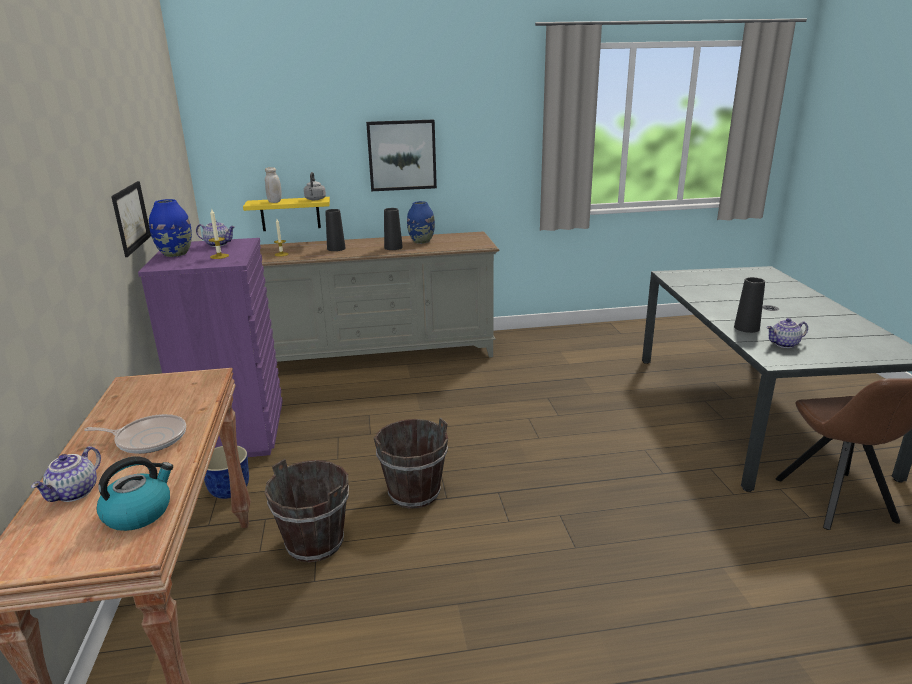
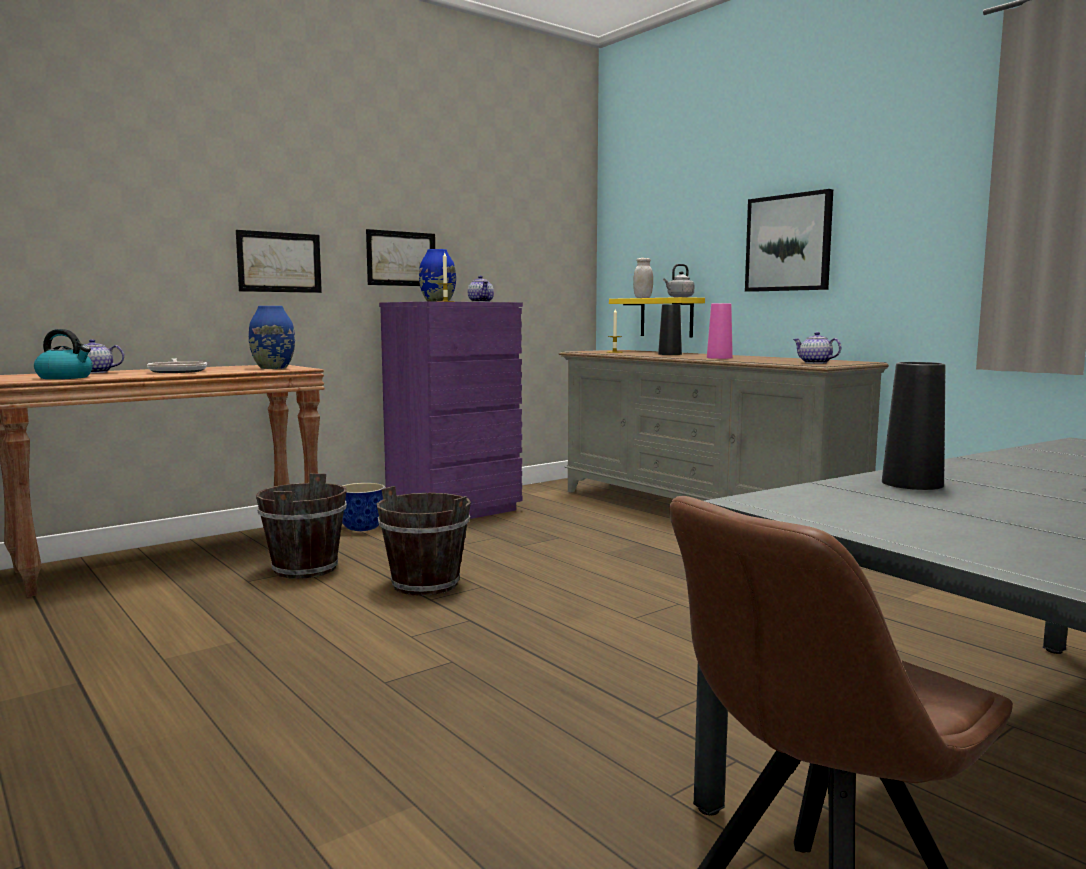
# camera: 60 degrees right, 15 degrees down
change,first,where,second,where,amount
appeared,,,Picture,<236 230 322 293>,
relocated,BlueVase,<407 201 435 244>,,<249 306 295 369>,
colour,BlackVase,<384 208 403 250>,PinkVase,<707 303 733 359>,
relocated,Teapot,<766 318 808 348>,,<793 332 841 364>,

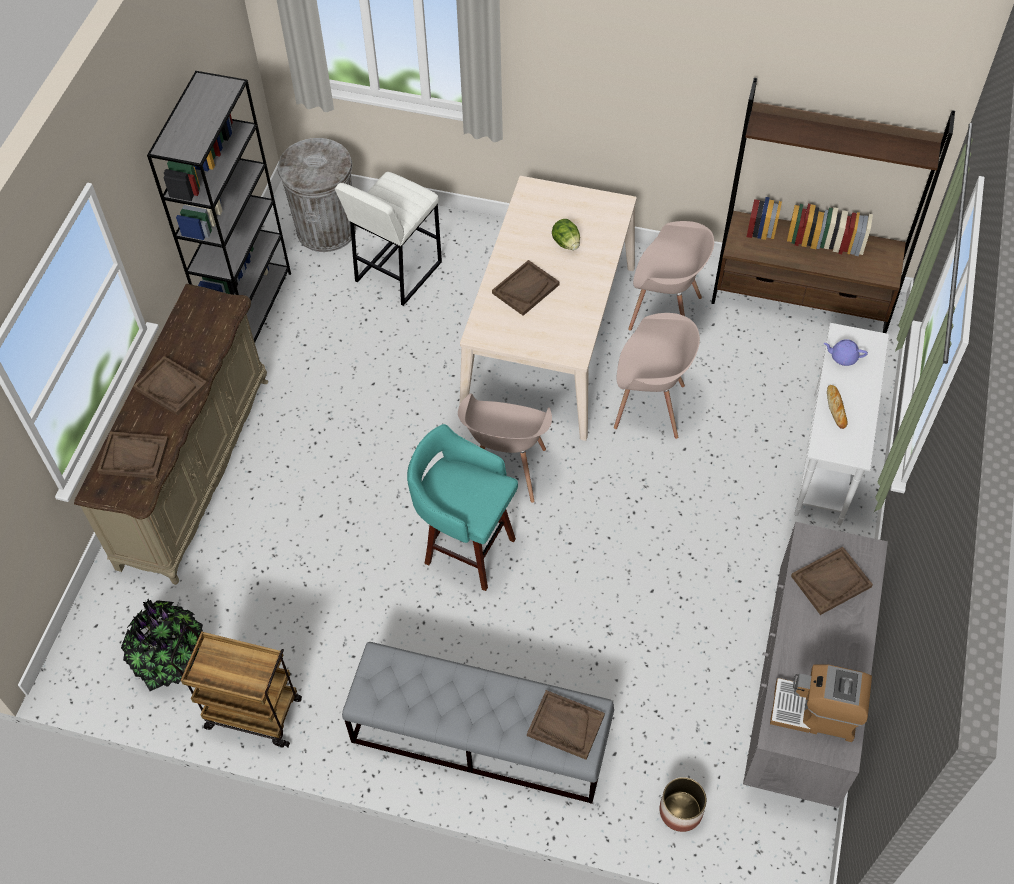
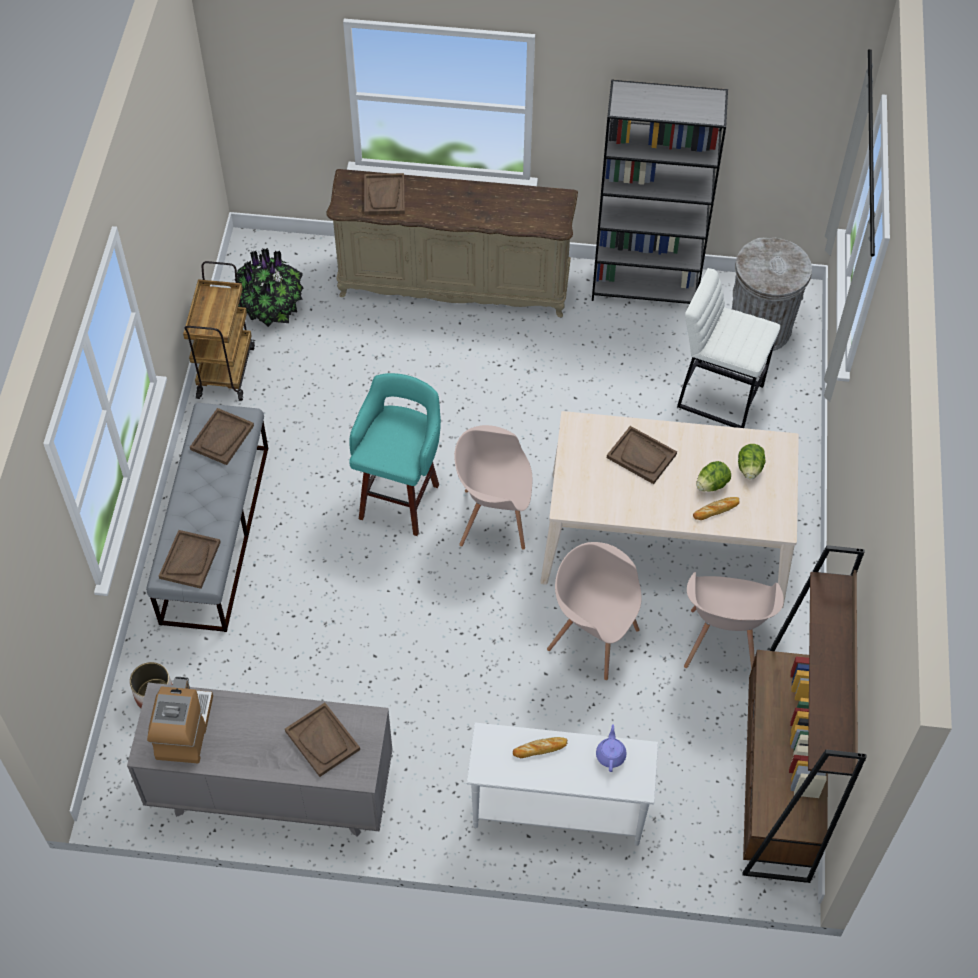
# camera: 80 degrees right, 0 degrees up
change,first,where,second,where,amount
relocated,BrownTray,<133 356 208 416>,,<190 408 254 465>,
spun,BeigeChair,<614 313 700 439>,,<547 542 642 680>,120 degrees clockwise
appeared,,,Bread,<693 497 740 520>,
appeared,,,Lettuce,<738 444 766 479>,

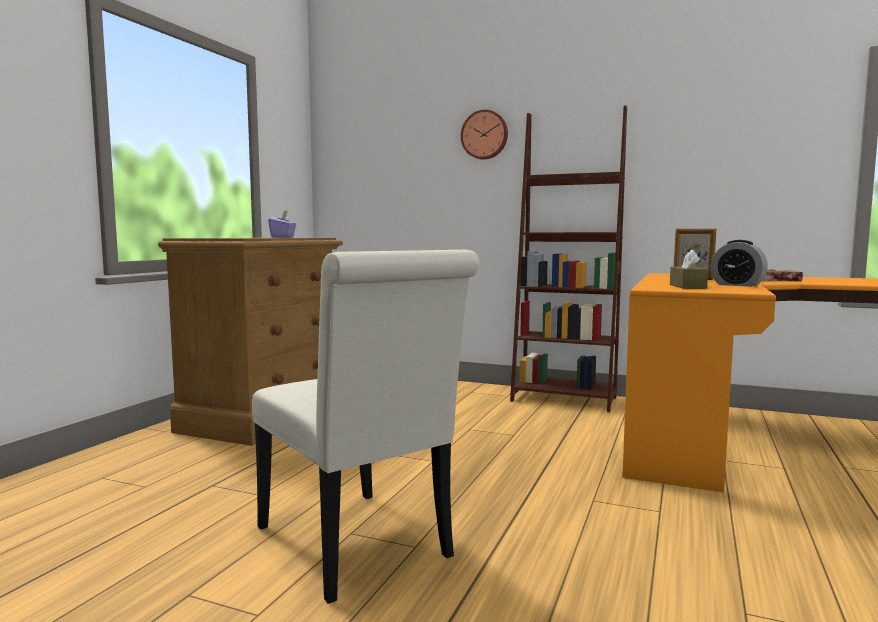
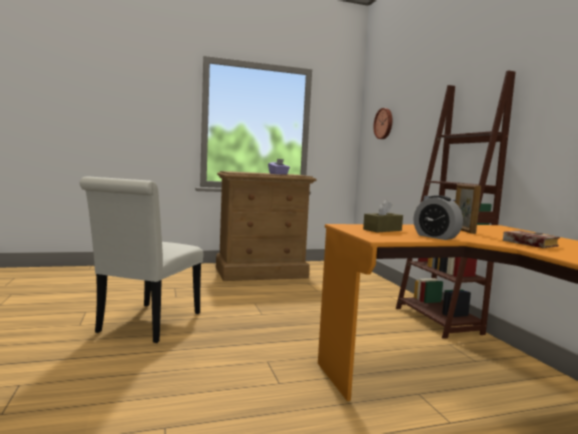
# camera: 50 degrees right, 0 degrees up
change,first,where,second,where,amount
relocated,WallClock,<461 109 508 160>,,<373 108 392 139>,
spun,AlarmClock,<711 240 768 287>,,<414 195 463 240>,45 degrees counterclockwise

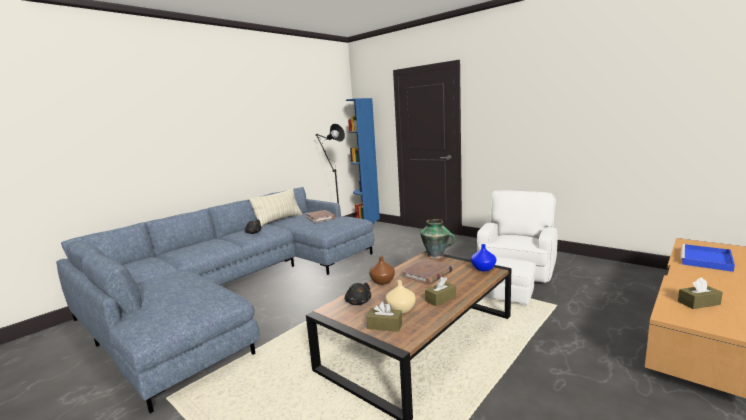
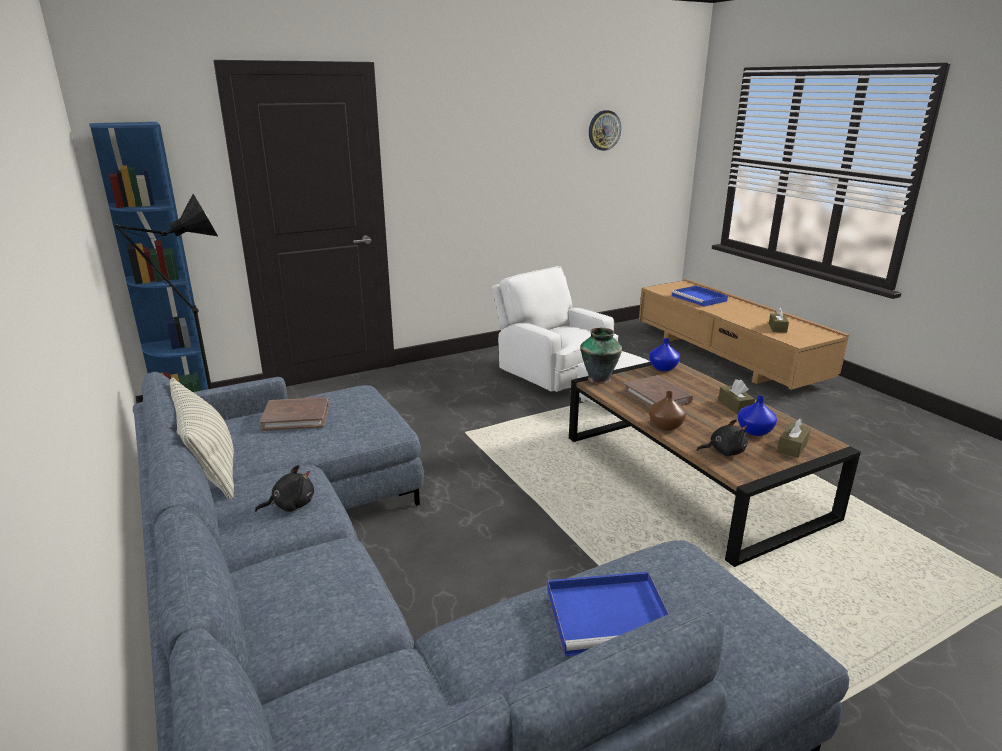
# camera: 70 degrees left, 10 degrees up
change,first,where,second,where,amount
appeared,,,BlueTray,<547 572 669 657>,
appeared,,,WallClock,<589 110 621 151>,
colour,BeigeVase,<385 280 416 314>,BlueVase,<738 396 777 436>,

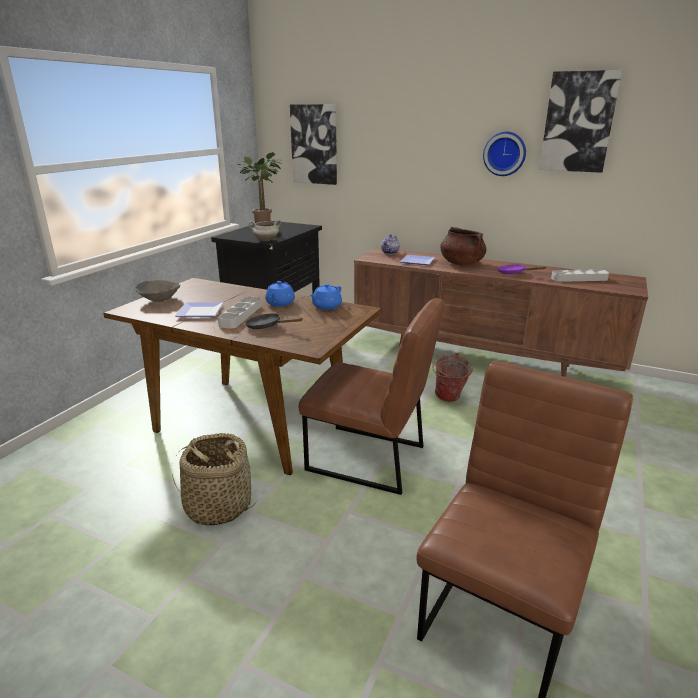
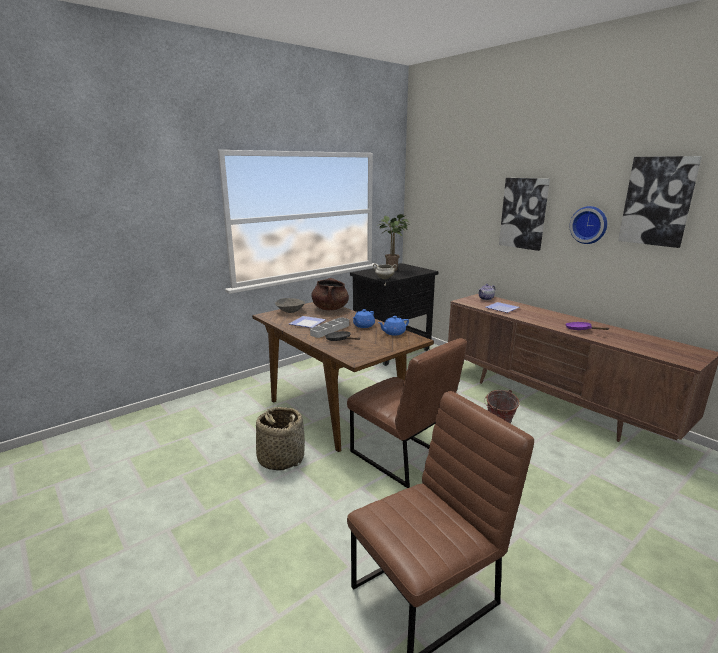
# camera: 25 degrees right, 5 degrees down
change,first,where,second,where,amount
relocated,BrownCookingPot,<440 227 486 265>,,<311 278 349 310>,
relocated,Picture,<290 104 337 185>,,<499 178 550 251>,
missing,GreyTray,<551 269 609 282>,,,

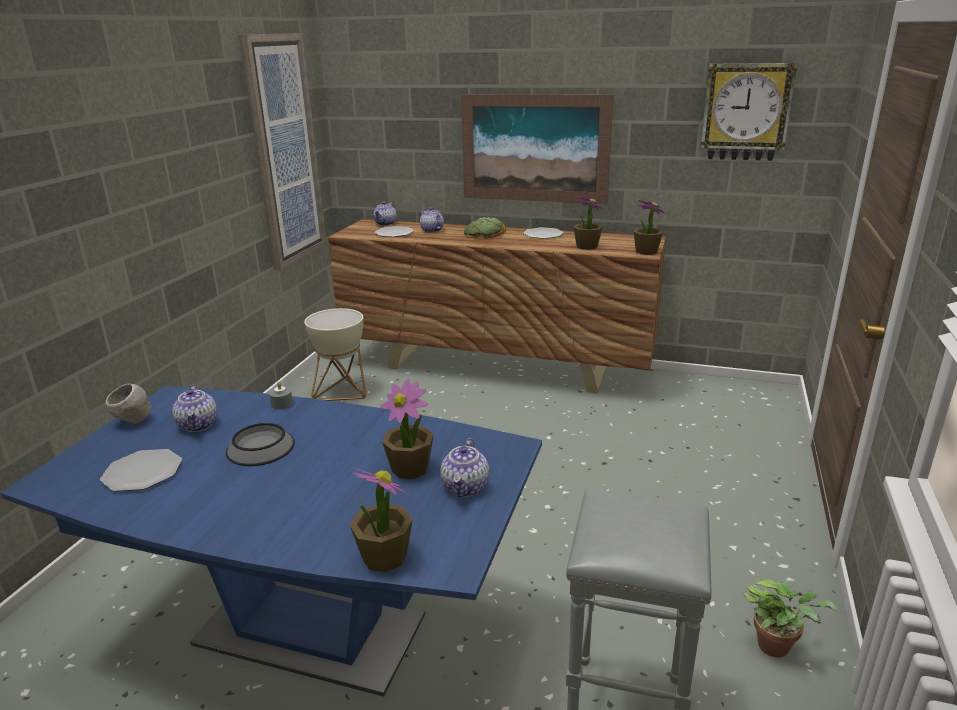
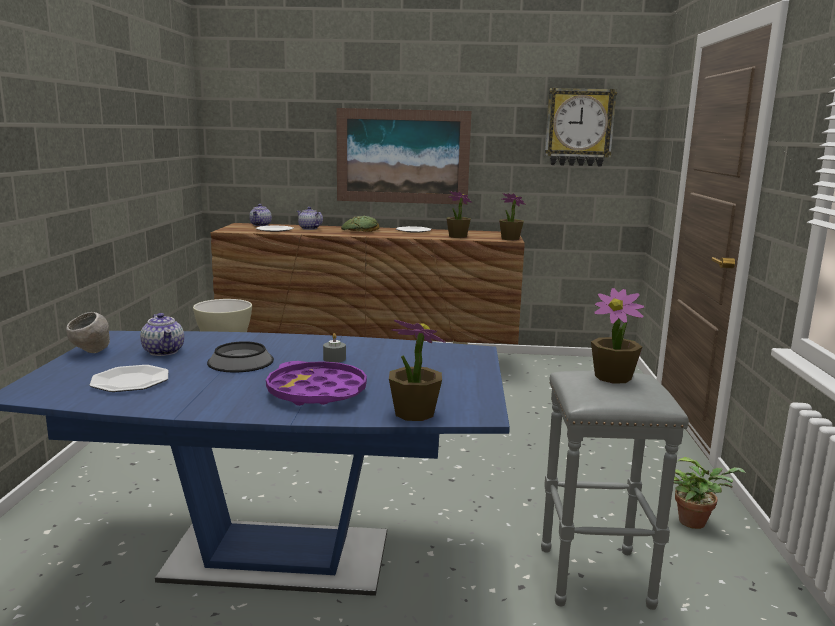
# camera: 15 degrees left, 10 degrees down
change,first,where,second,where,amount
appeared,,,PurpleTray,<266 361 367 406>,
relocated,GreyCandle,<269 381 293 410>,,<323 333 346 363>,
relocated,PottedPlant,<380 379 434 479>,,<591 288 644 383>,
missing,Picture,<239 33 327 270>,,,
missing,Teapot,<440 438 489 497>,,,

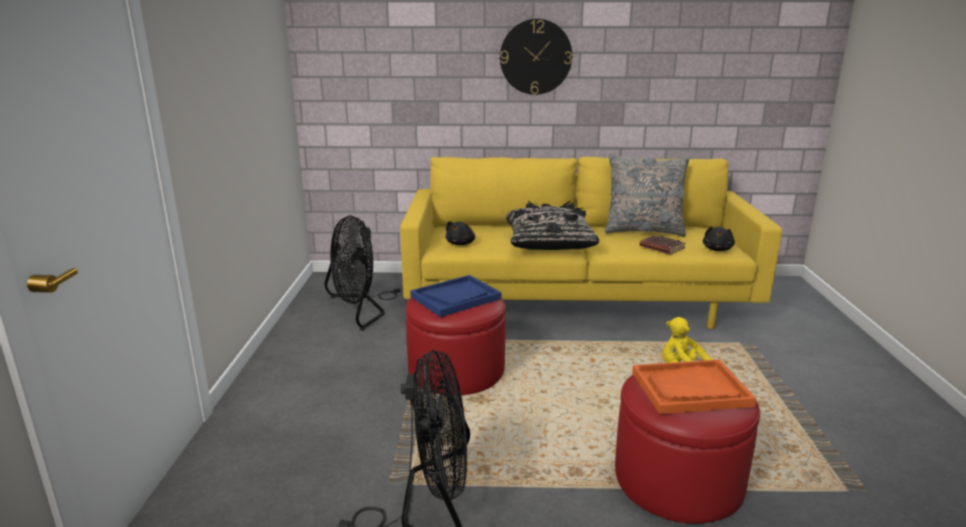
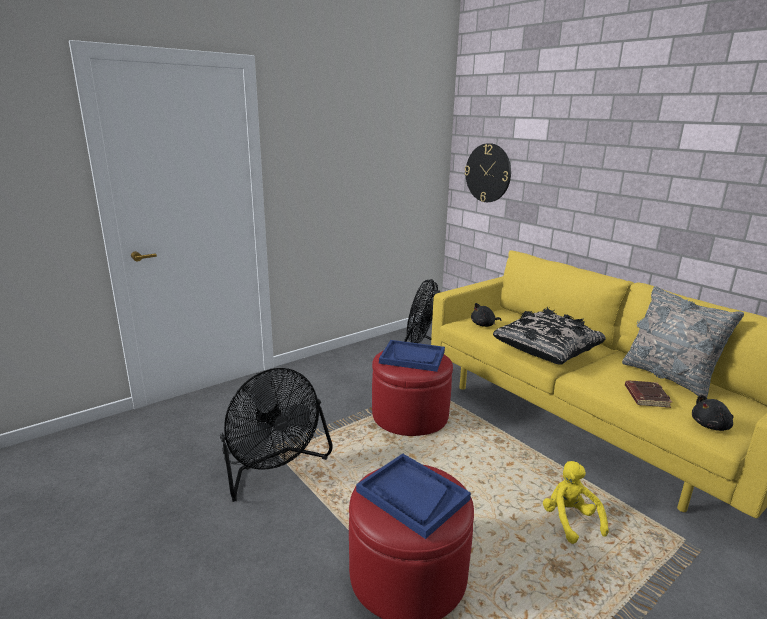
# camera: 50 degrees right, 0 degrees up
change,first,where,second,where,amount
colour,OrangeTray,<632 359 757 414>,BlueTray,<356 453 471 539>,
relocated,WallClock,<500 19 572 95>,,<465 143 511 202>,

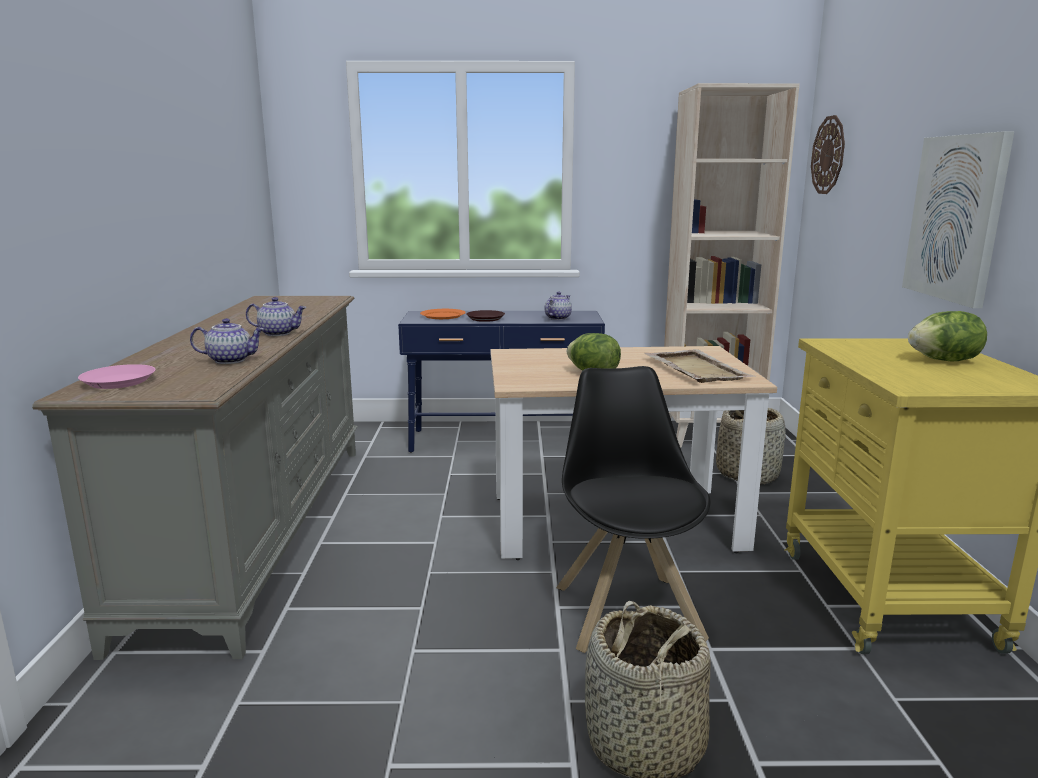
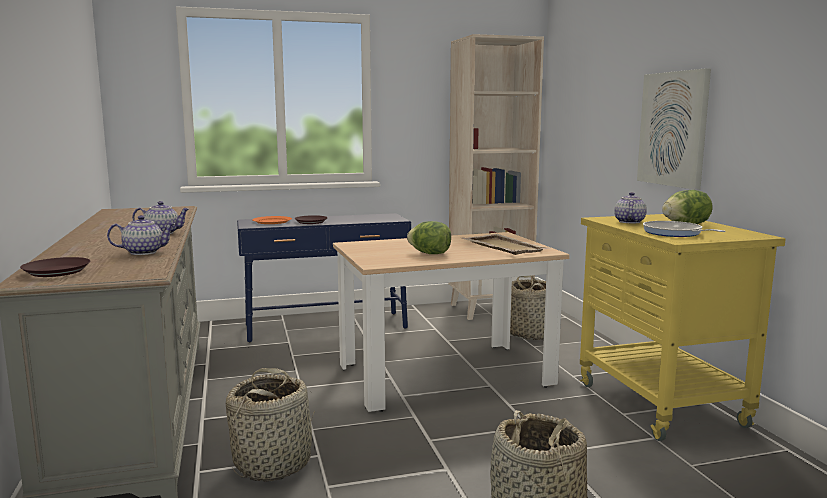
# camera: 15 degrees left, 5 degrees down
change,first,where,second,where,amount
colour,PinkPlate,<78 364 156 389>,BrownPlate,<20 257 90 277>,
appeared,,,Basket,<226 368 315 482>,
relocated,Teapot,<545 292 572 320>,,<614 192 647 223>,
appeared,,,FryingPan,<643 221 726 237>,
missing,BlackChair,<556 366 710 653>,,,
missing,WallClock,<811 115 845 194>,,,

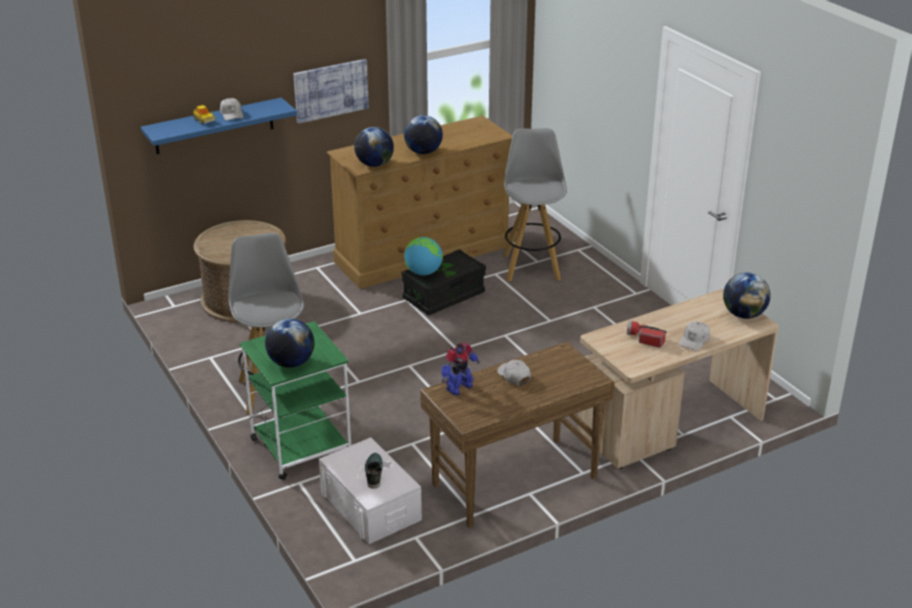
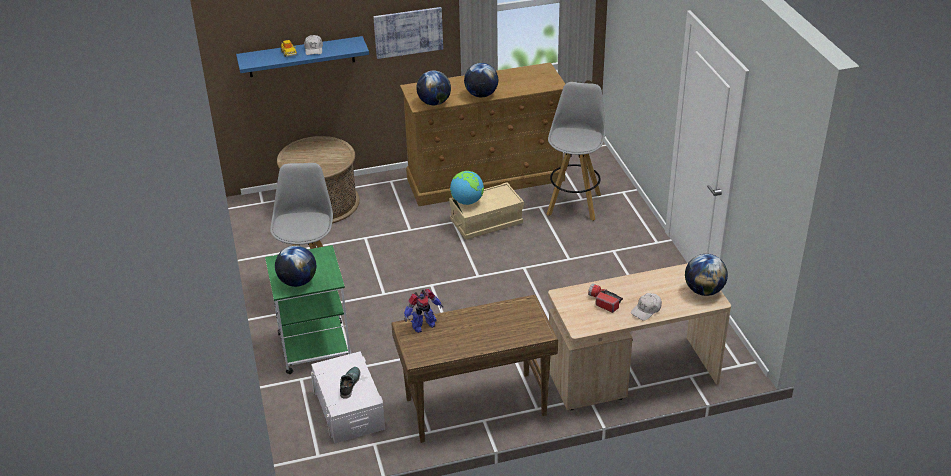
# camera: 15 degrees right, 5 degrees up
change,first,where,second,where,amount
colour,BlackStorageBox,<402 249 486 315>,BeigeStorageBox,<449 182 524 239>,
missing,WhiteCap,<497 360 531 386>,,,

